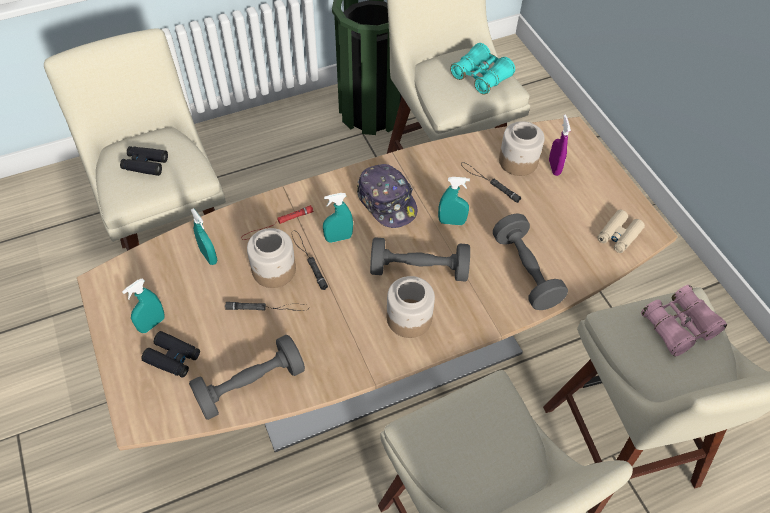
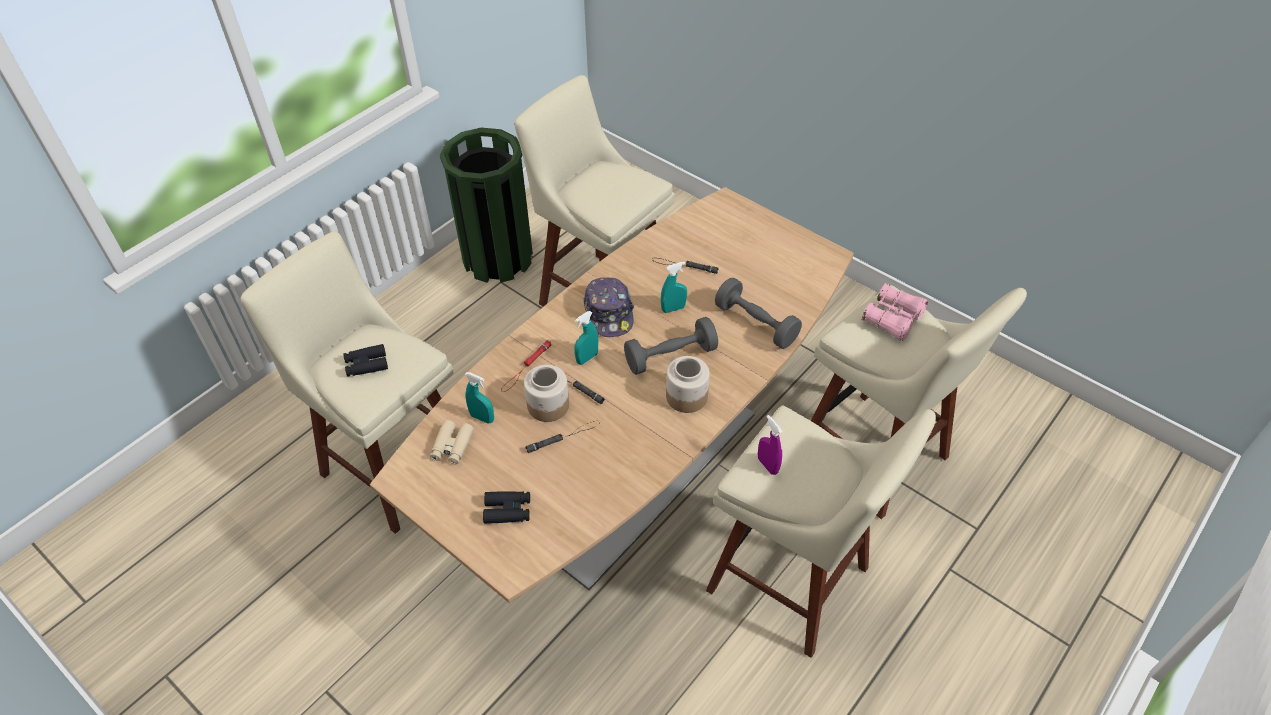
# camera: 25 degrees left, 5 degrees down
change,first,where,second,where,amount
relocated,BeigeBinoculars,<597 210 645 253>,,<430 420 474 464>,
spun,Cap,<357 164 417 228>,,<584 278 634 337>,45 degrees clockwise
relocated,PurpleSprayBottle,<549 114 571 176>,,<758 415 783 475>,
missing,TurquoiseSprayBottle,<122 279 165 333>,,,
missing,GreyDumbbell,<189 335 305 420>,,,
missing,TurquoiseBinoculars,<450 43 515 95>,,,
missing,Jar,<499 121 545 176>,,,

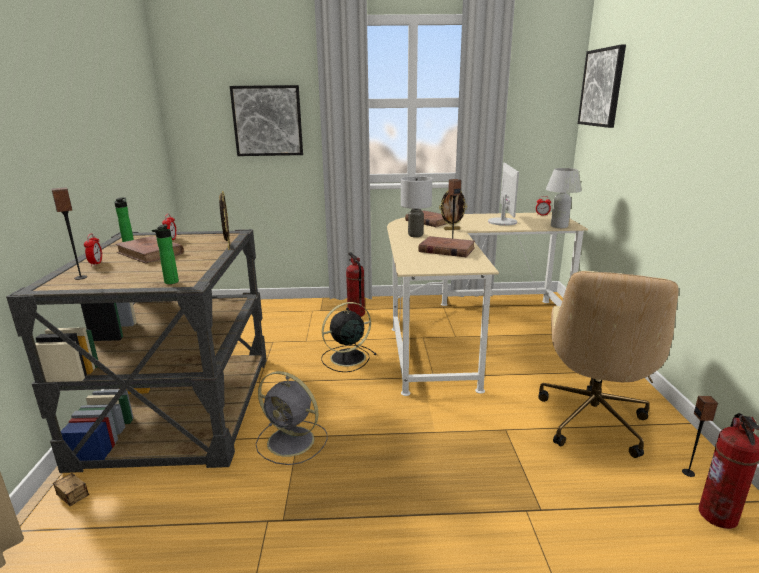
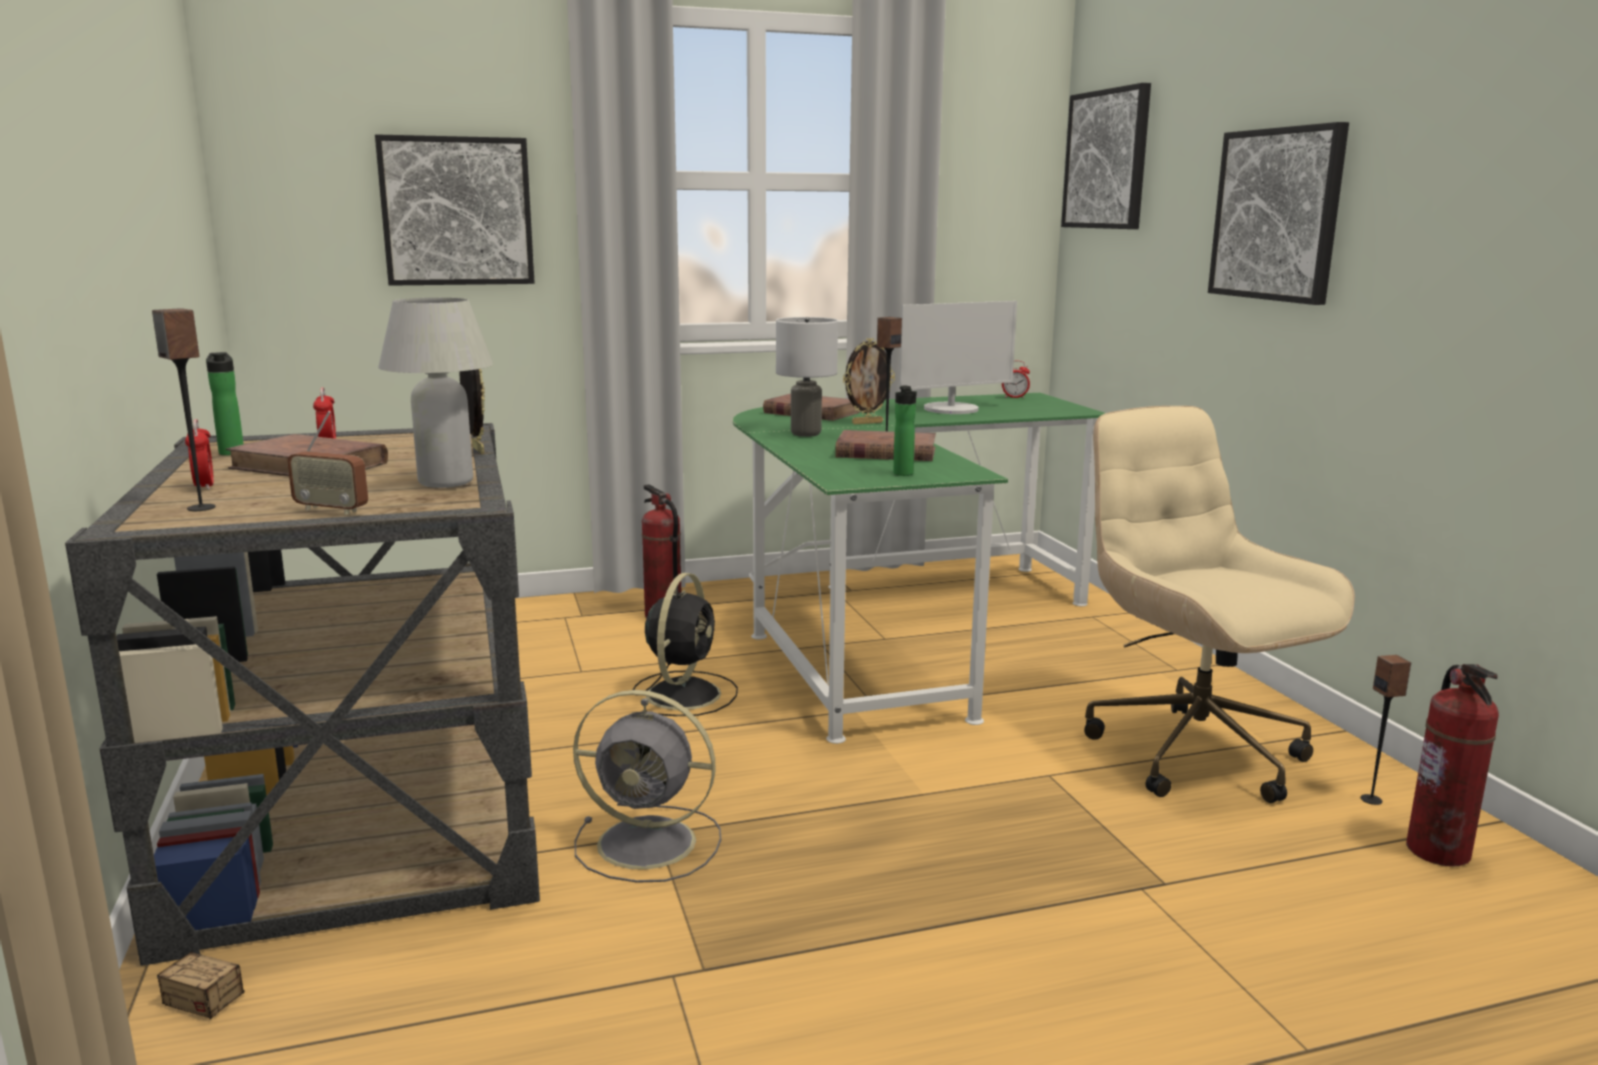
# camera: 15 degrees left, 5 degrees down
change,first,where,second,where,amount
appeared,,,Radio,<287 411 368 515>,
relocated,WhiteTableLamp,<546 168 582 228>,,<378 298 493 488>,
spun,BlackFan,<321 302 377 372>,,<633 573 738 716>,150 degrees clockwise
colour,BeigeDesk,<387 212 588 396>,GreenDesk,<733 393 1105 744>,
relocated,Bottle,<152 224 179 284>,,<893 385 917 476>,
spun,Monitor,<488 163 519 226>,,<899 301 1017 414>,75 degrees clockwise
spun,BeigeOfficeChair,<539 271 678 458>,,<1084 406 1355 803>,150 degrees clockwise
appeared,,,Picture,<1208 122 1349 305>,

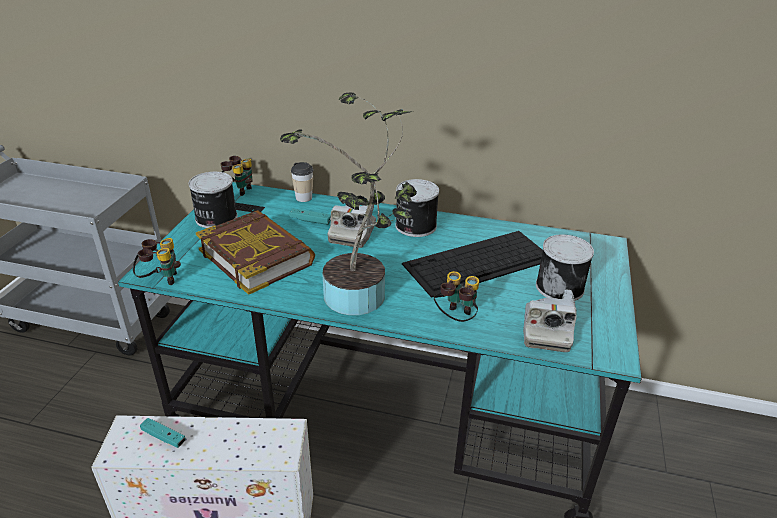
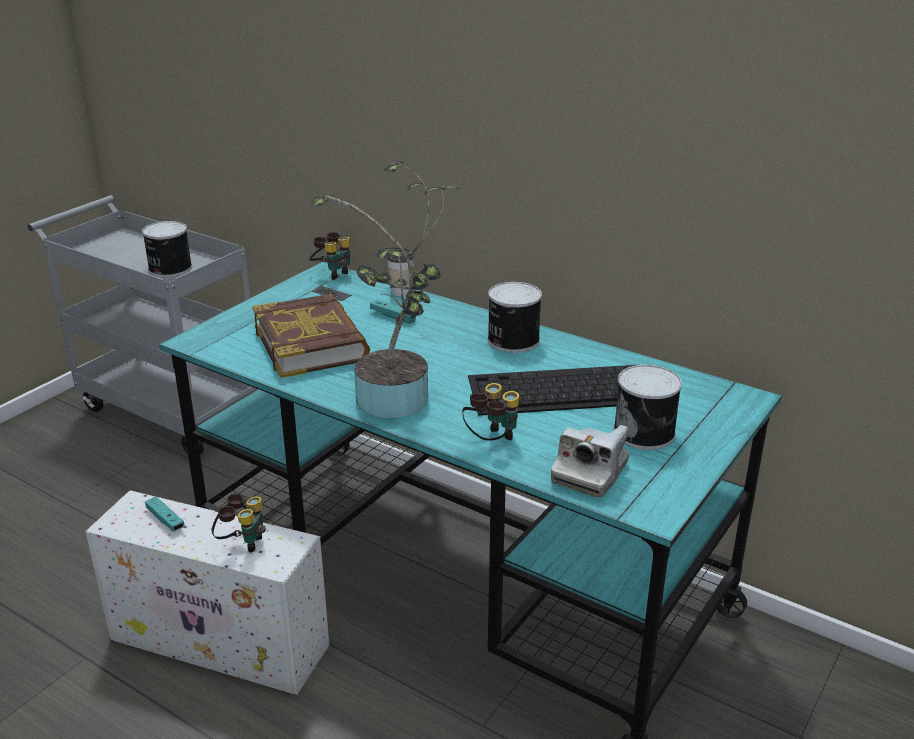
# camera: 20 degrees right, 5 degrees down
change,first,where,second,where,amount
relocated,Can,<189 172 237 228>,,<142 221 192 277>,
relocated,Binoculars,<133 238 181 285>,,<212 494 266 553>,
missing,PhotoCamera,<328 200 376 248>,,,

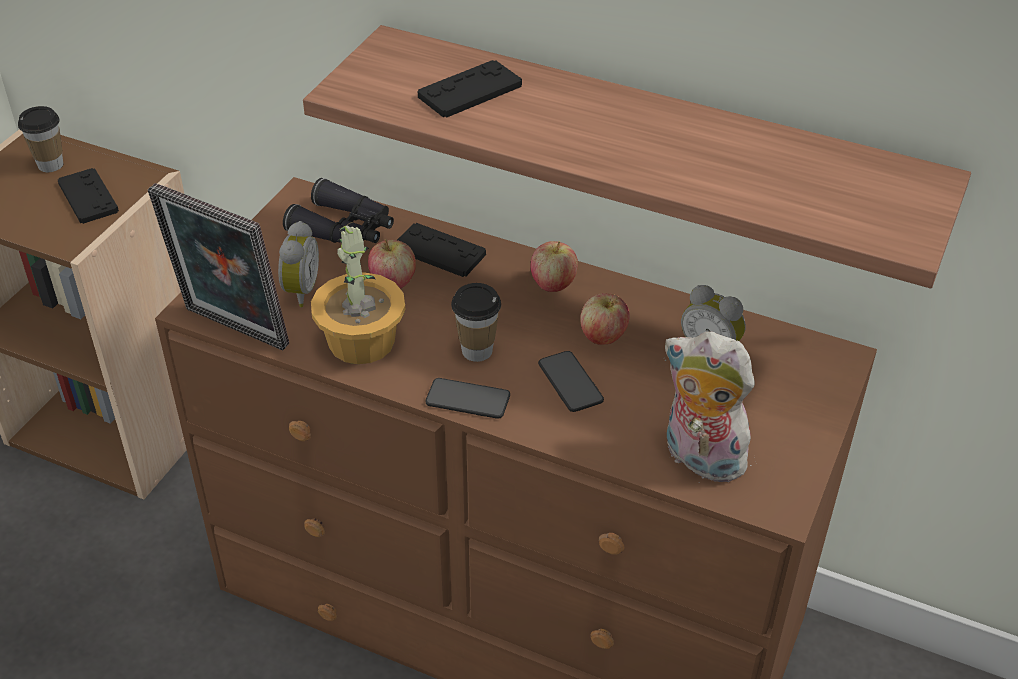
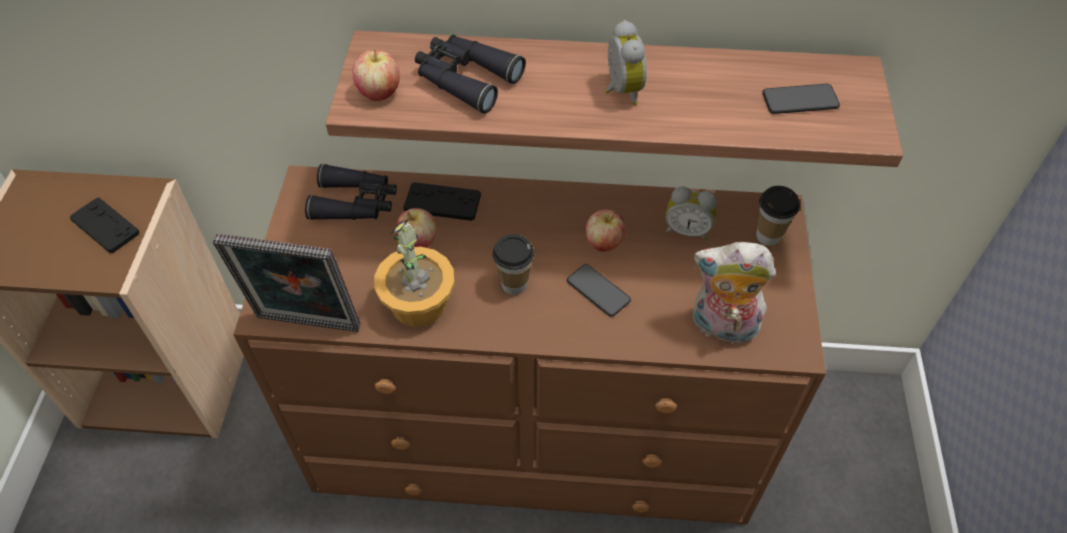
# camera: 20 degrees left, 10 degrees up
change,first,where,second,where,amount
relocated,Apple,<530 241 578 292>,,<352 49 400 101>,
exchanged,BlackGameController,<418 60 522 118>,BlackBinoculars,<415 35 526 114>,
relocated,AlarmClock,<278 221 319 307>,,<605 20 647 105>,
relocated,Cup,<18 106 63 172>,,<756 186 800 246>,
relocated,Phone,<425 378 510 419>,,<763 84 840 114>,

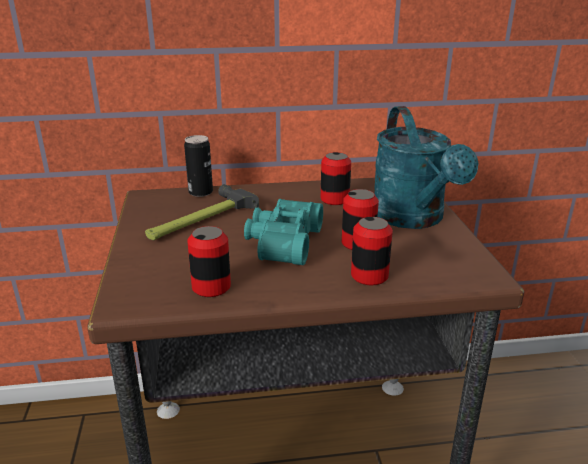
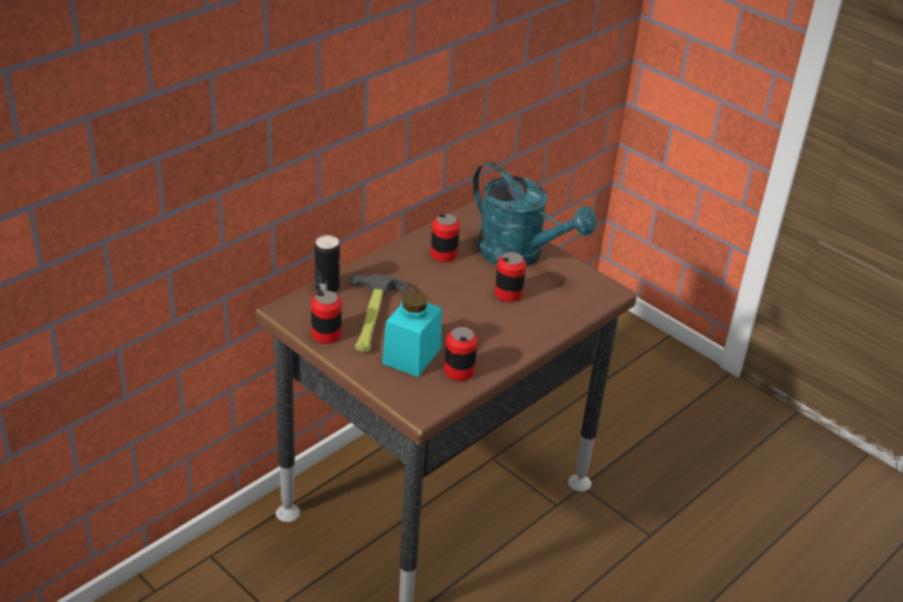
# camera: 40 degrees left, 10 degrees up
change,first,where,second,where,amount
relocated,Can,<351 217 393 285>,,<311 291 342 344>,
appeared,,,TurquoiseJar,<382 291 442 377>,
missing,TurquoiseBinoculars,<244 199 323 265>,,,

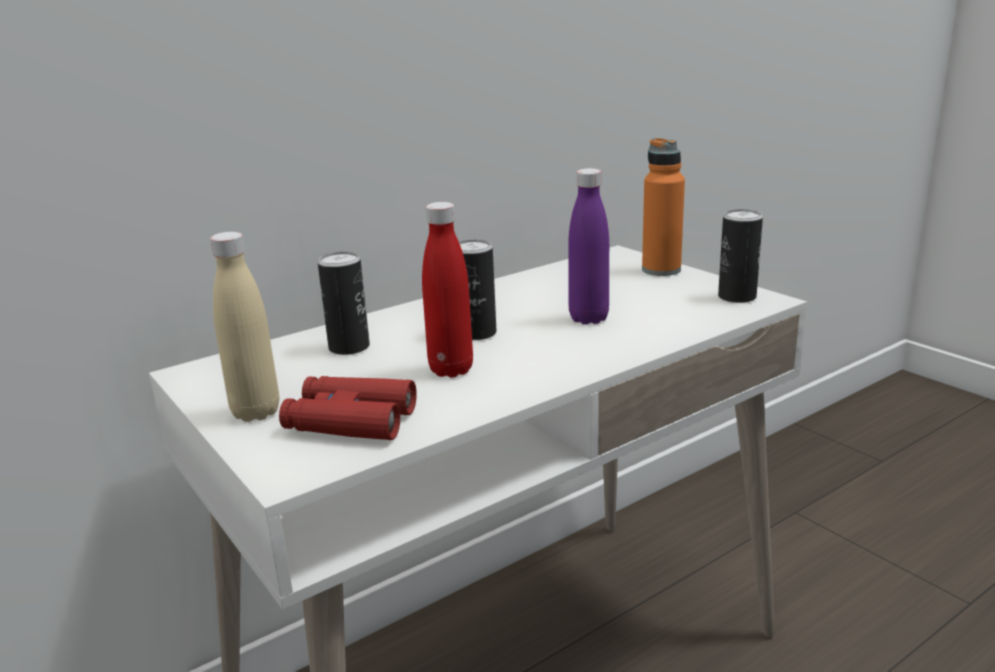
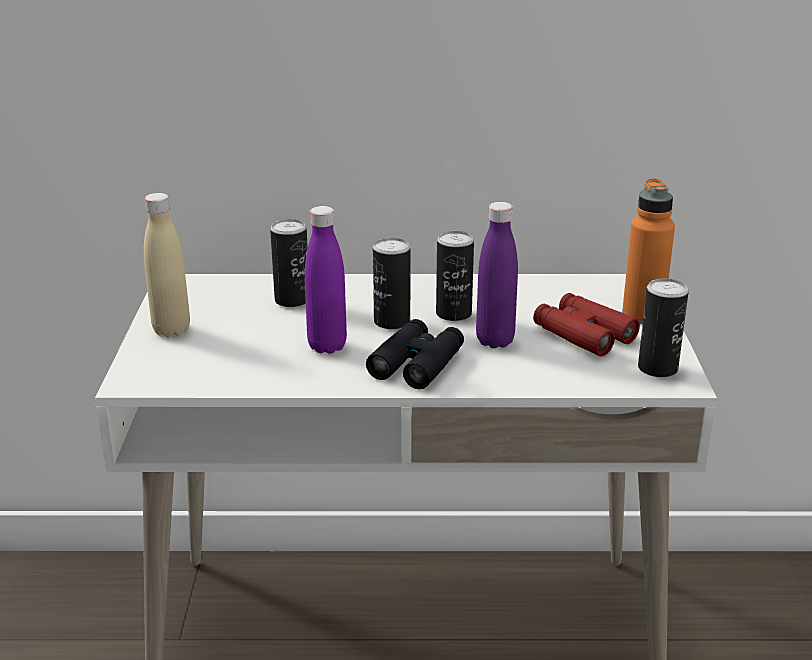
# camera: 35 degrees right, 5 degrees up
change,first,where,second,where,amount
colour,RedBottle,<422 202 473 378>,PurpleBottle,<305 206 347 354>,
appeared,,,BlackBinoculars,<366 319 464 389>,
appeared,,,Can,<436 231 474 321>,
relocated,RedBinoculars,<279 376 417 440>,,<533 293 640 357>,

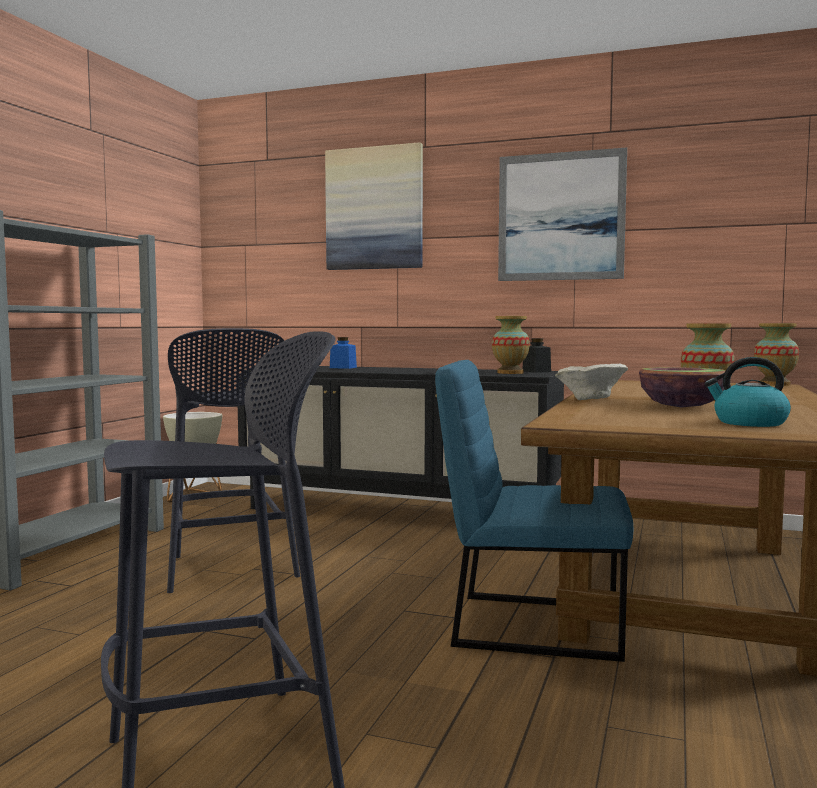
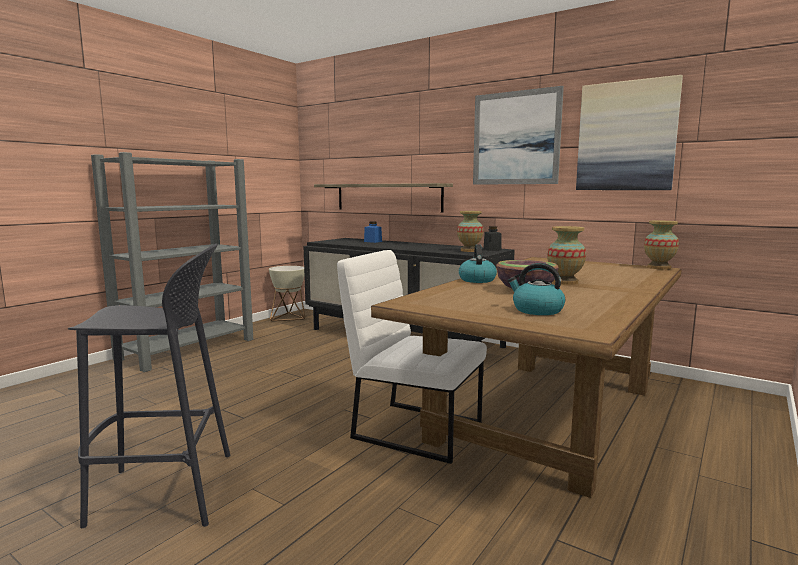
# camera: 15 degrees right, 5 degrees up
change,first,where,second,where,amount
appeared,,,Shelf,<314 183 453 212>,
colour,BlueChair,<435 360 633 662>,WhiteChair,<337 250 487 464>,
exchanged,BeigeBowl,<555 363 628 400>,Kettle,<459 244 497 283>,
relocated,Picture,<325 142 423 270>,,<576 75 683 190>,
missing,GreyStool,<167 328 300 593>,,,

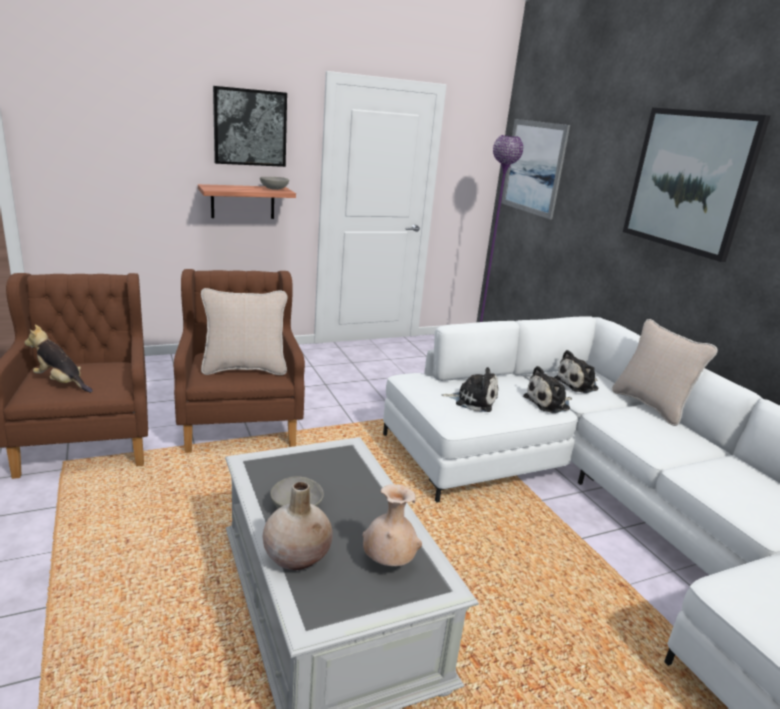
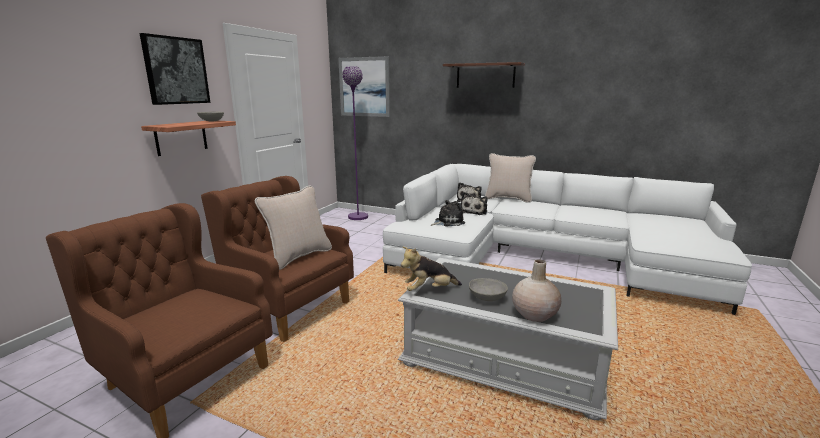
# camera: 40 degrees left, 5 degrees down
change,first,where,second,where,amount
relocated,PlushToy,<24 325 93 393>,,<401 246 462 291>,
exchanged,Picture,<623 108 771 262>,Shelf,<443 62 525 88>,
missing,BeigeVase,<363 484 422 566>,,,

